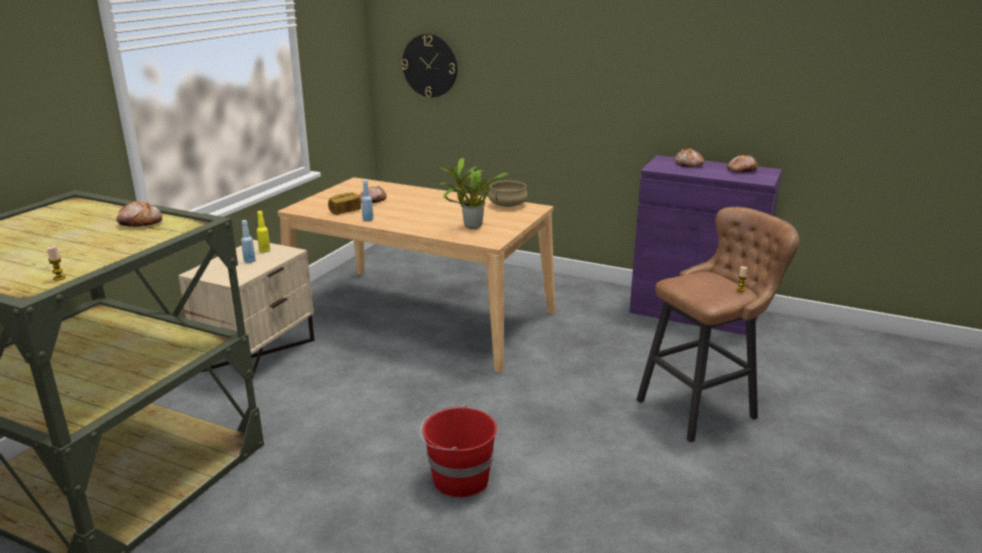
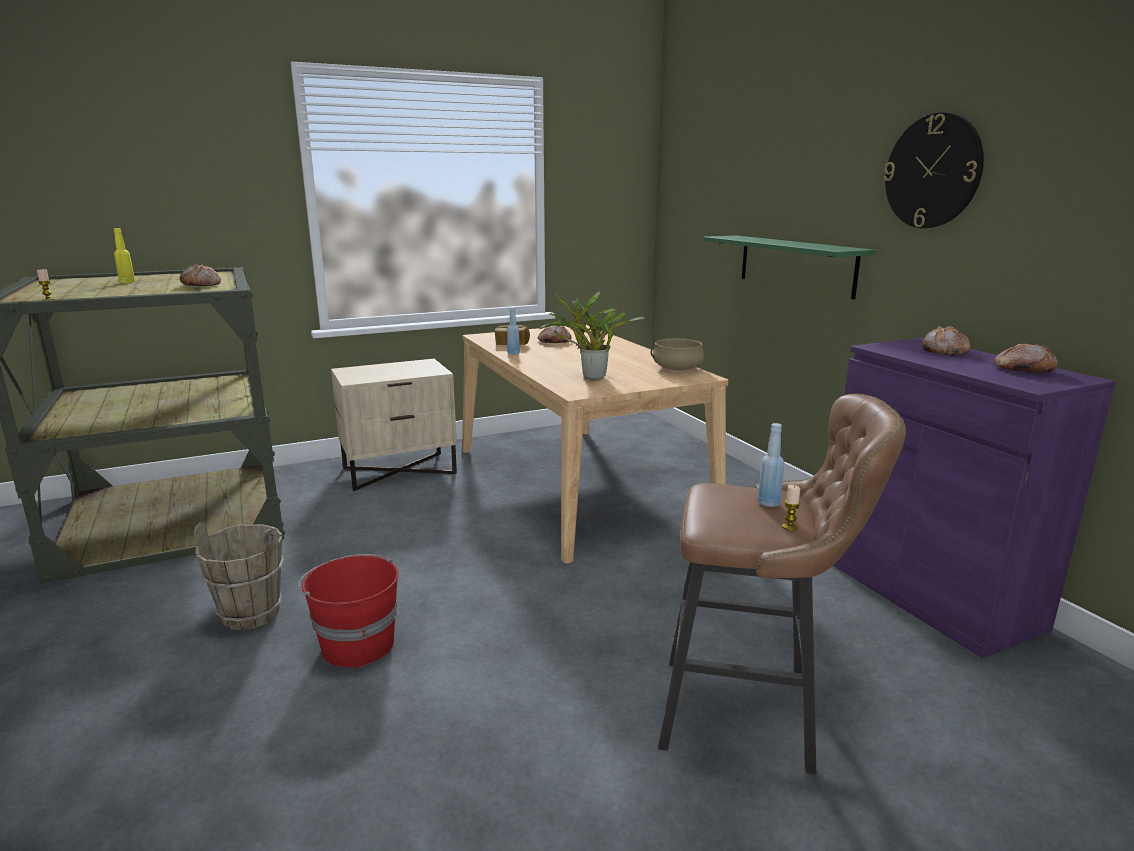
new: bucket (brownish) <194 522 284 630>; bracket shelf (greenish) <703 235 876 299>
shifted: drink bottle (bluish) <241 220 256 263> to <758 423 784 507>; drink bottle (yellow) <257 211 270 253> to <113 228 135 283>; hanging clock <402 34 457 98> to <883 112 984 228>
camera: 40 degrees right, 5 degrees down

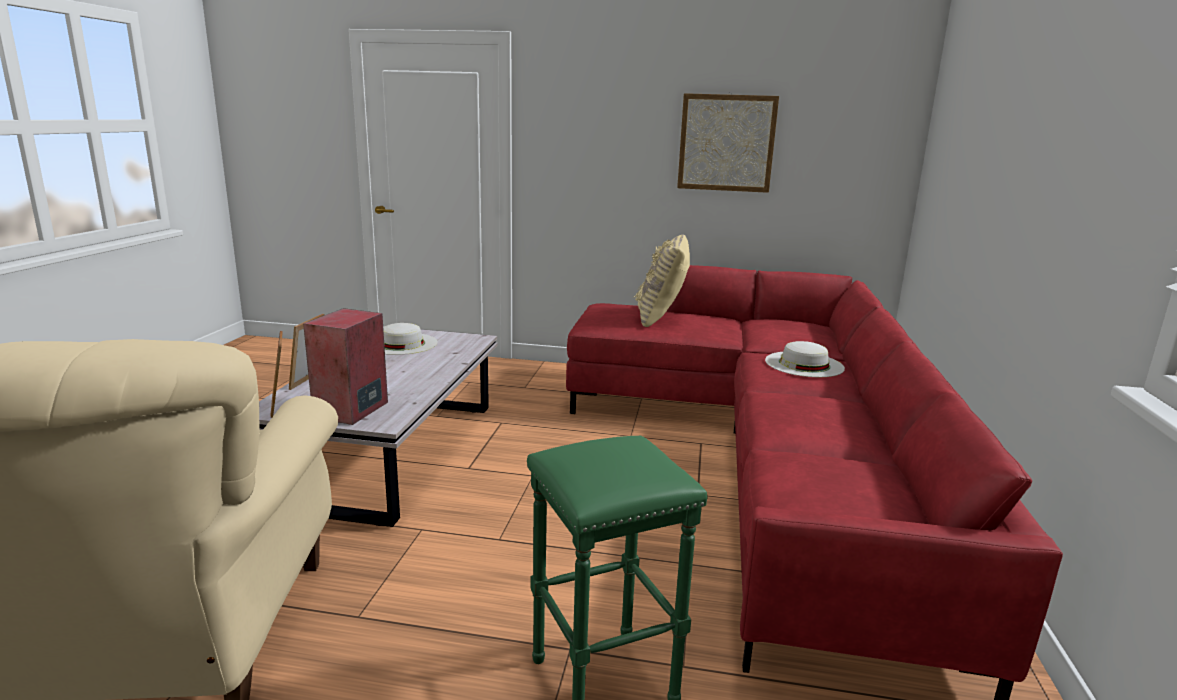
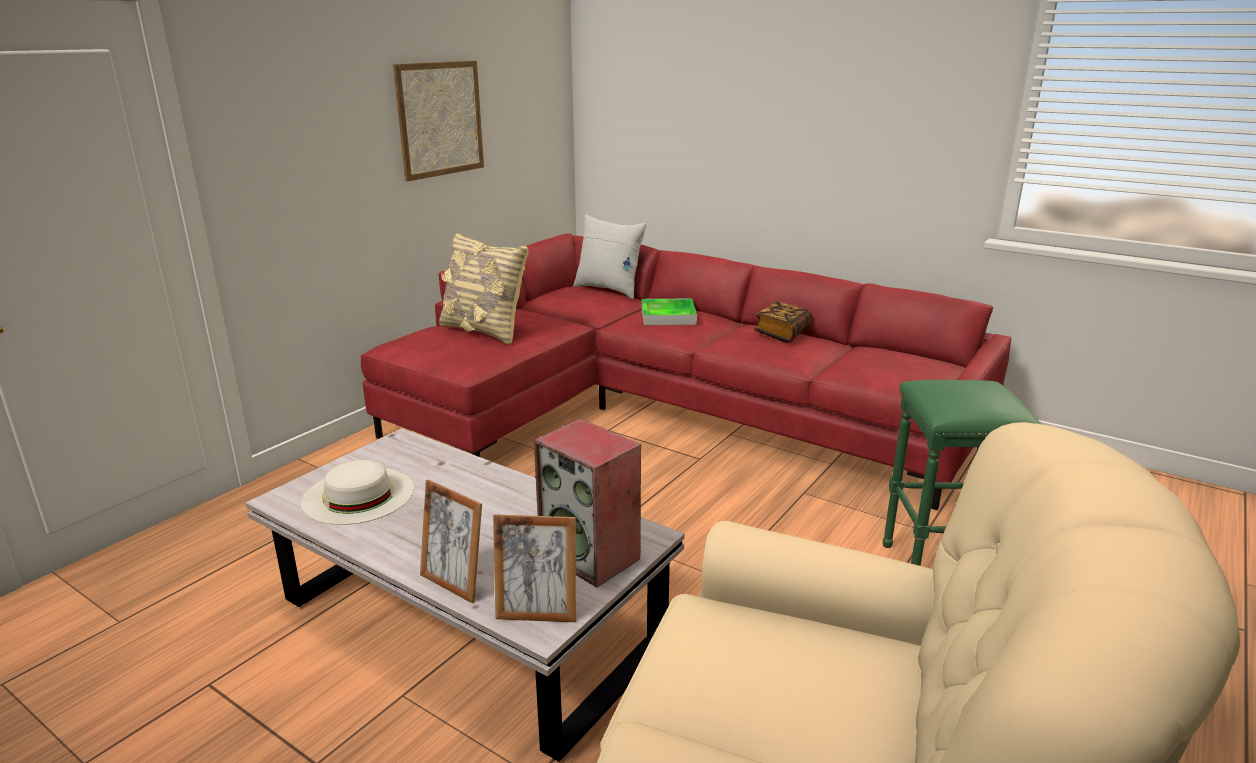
new: pillow (greyish) <573 215 646 299>; bound book <754 302 812 342>
swapped: wearable hat (white) <765 341 845 377> to carrying tray <642 299 697 325>
camera: 65 degrees left, 5 degrees up

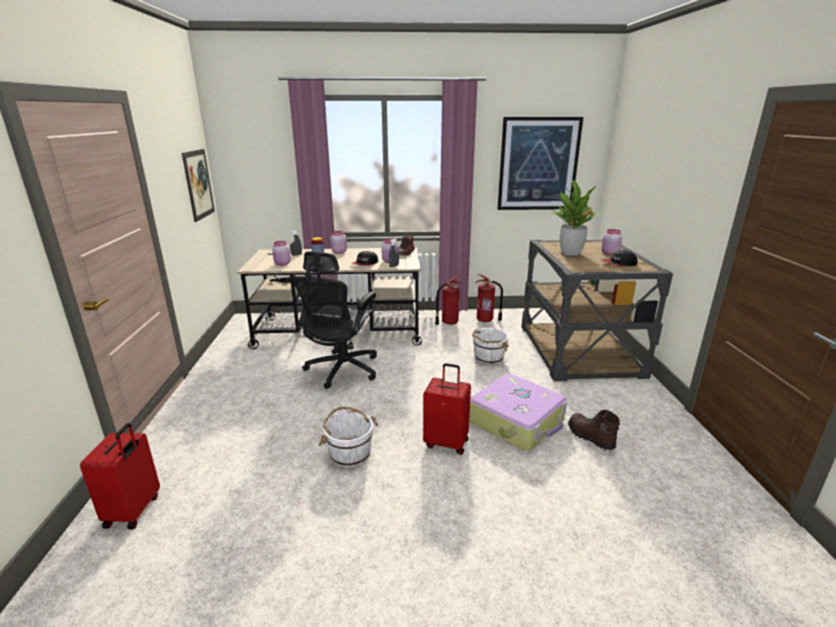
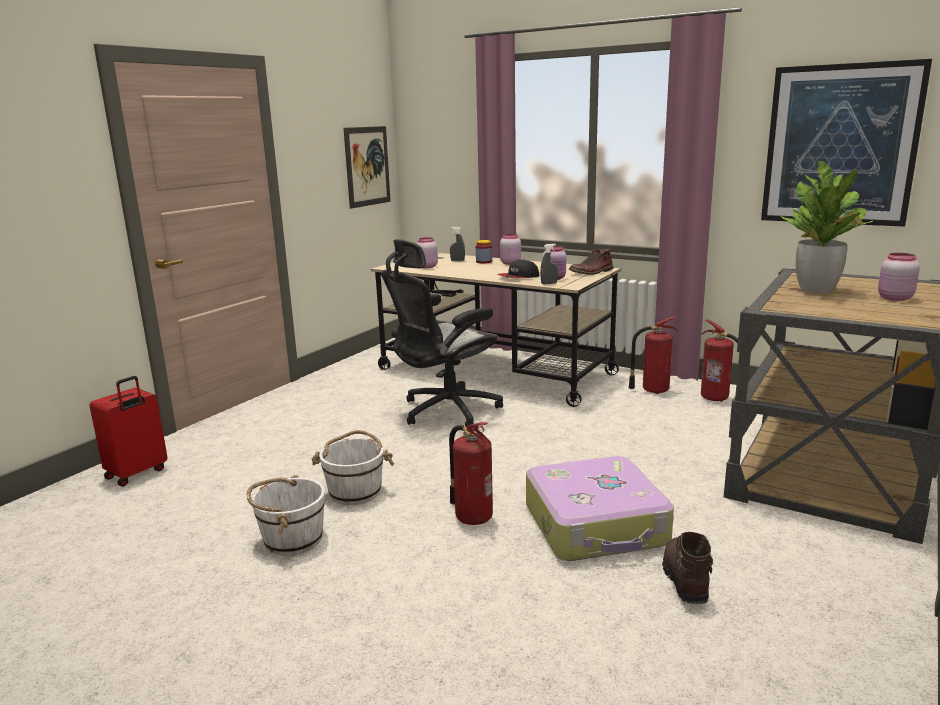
gone: peaked cap <601 250 637 266>
shifted: bucket (white) <472 328 509 365> to <247 475 325 556>
swapped: suitcase (reddish) <423 363 471 455> to fire extinguisher <449 422 493 525>
camera: 35 degrees right, 5 degrees down

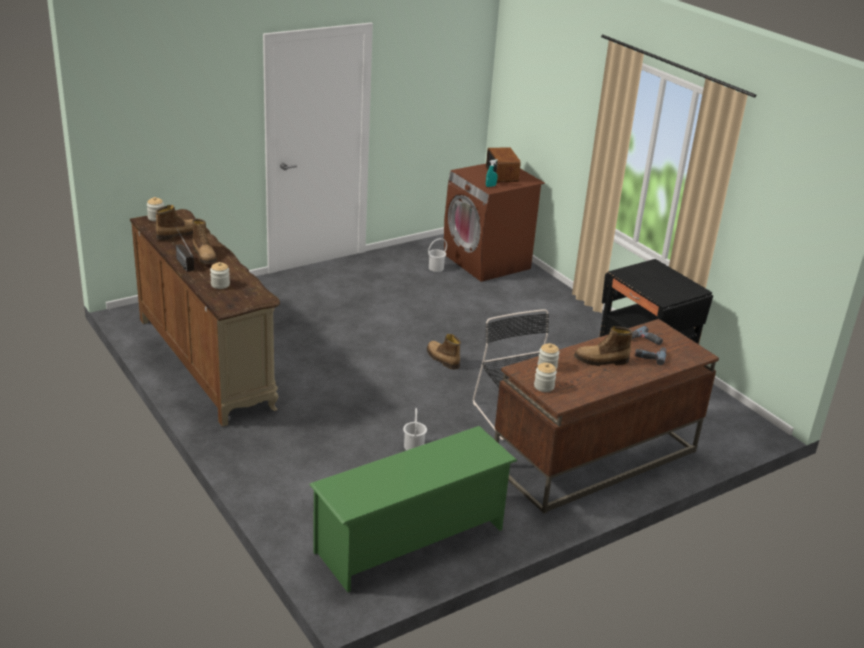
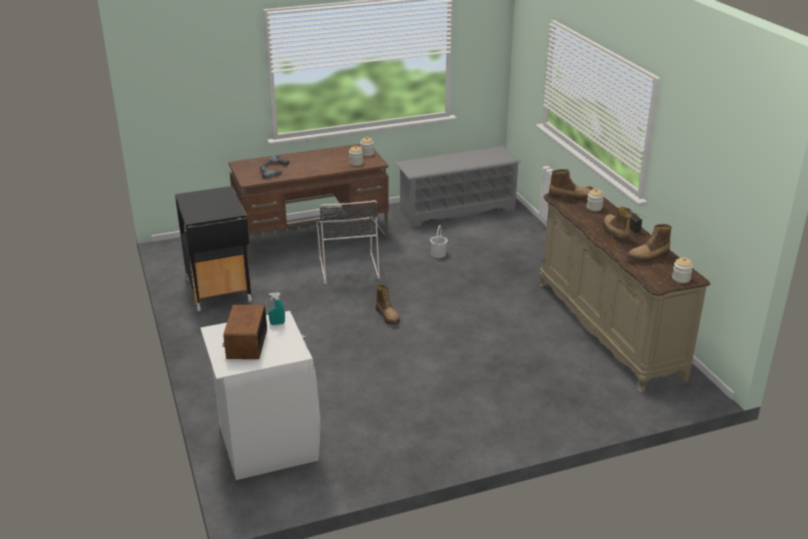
gone: bucket (white) <428 238 447 272>
shifted: high-top boot <574 326 633 366> to <548 169 591 201>
repainted: shoe stand (greenish) <309 426 517 592> to shoe stand (greyish) <395 146 521 227>; washing machine (brownish) <444 164 545 282> to washing machine (white) <200 311 320 480>
camera: 165 degrees left, 0 degrees up

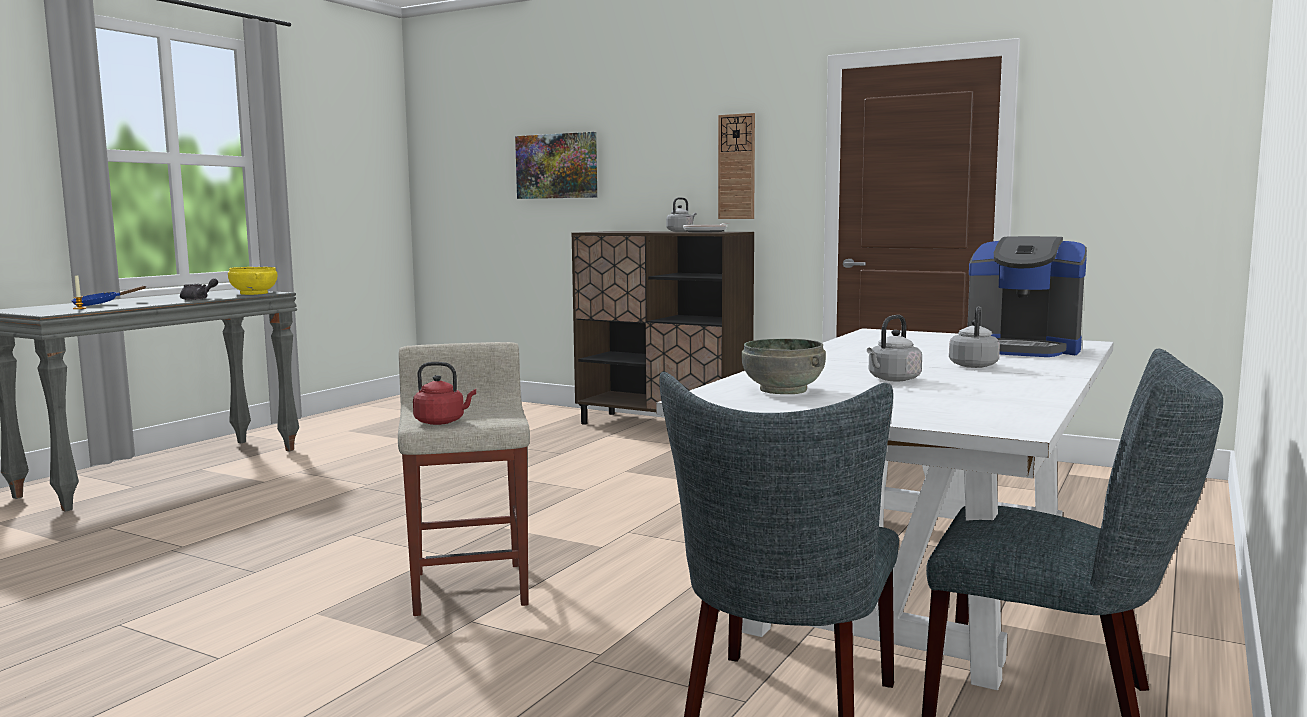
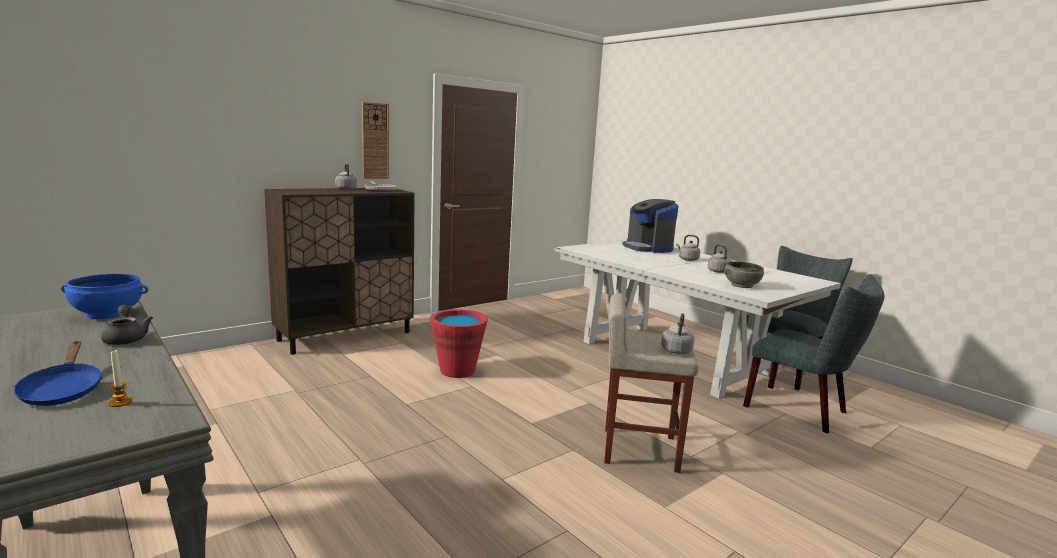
gone: picture <515 132 597 199>
new: bucket (reddish) <430 309 488 378>
repainted: bowl (yellow) <228 267 277 295> to bowl (bluish) <61 274 148 319>; water kettle (reddish) <413 362 476 425> to water kettle (greyish) <661 313 694 354>
rotated: coffee brewer <967 236 1087 357> = <622 199 679 253> 105 degrees clockwise
camera: 70 degrees left, 5 degrees up

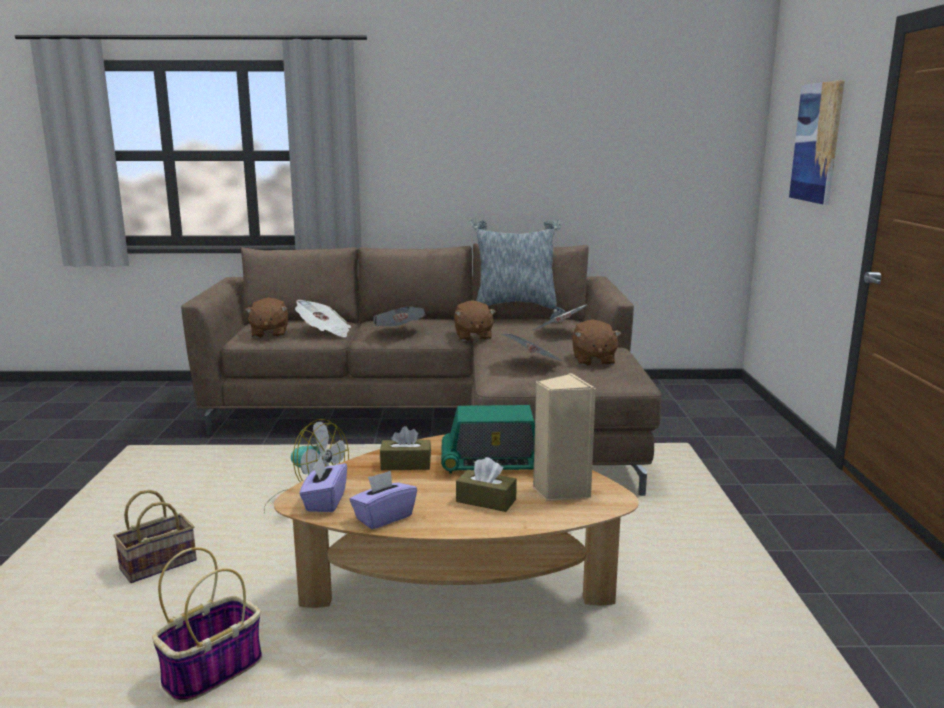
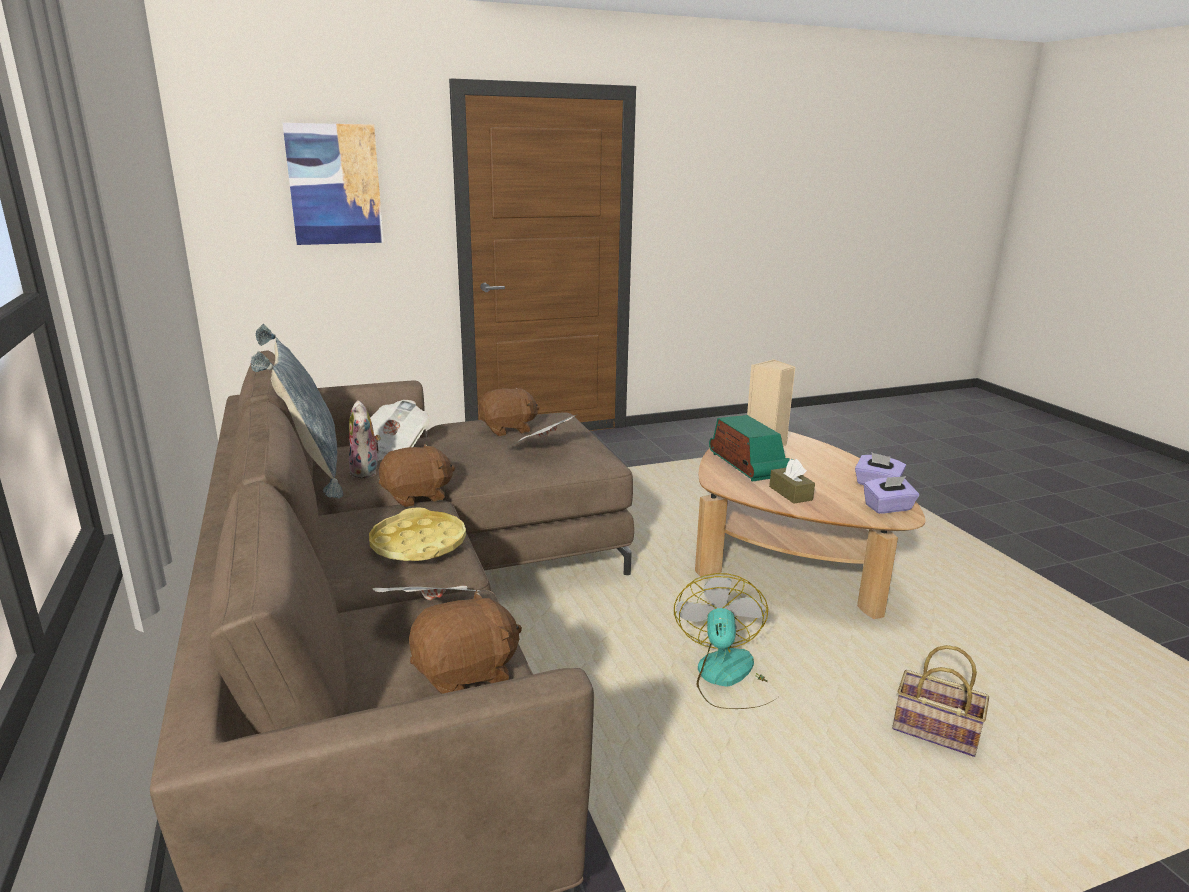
gone: storage basket <152 547 262 702>; box of tissues (brownish) <456 457 517 512>
new: cuddly toy <349 400 381 479>
swapped: daily paper <373 306 425 327> to carrying tray (yellow) <369 507 466 561>
camera: 110 degrees left, 5 degrees up

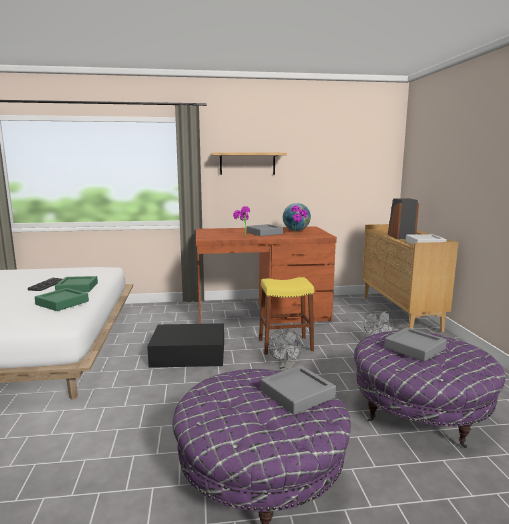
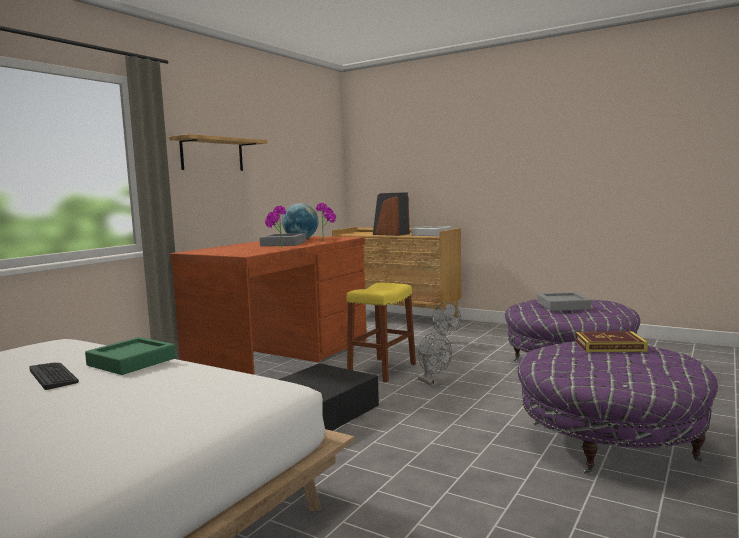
gone: carrying tray (greenish) <35 288 89 311>
swapped: carrying tray (greyish) <261 365 336 415> to bound book <575 331 648 352>
camera: 50 degrees left, 5 degrees down

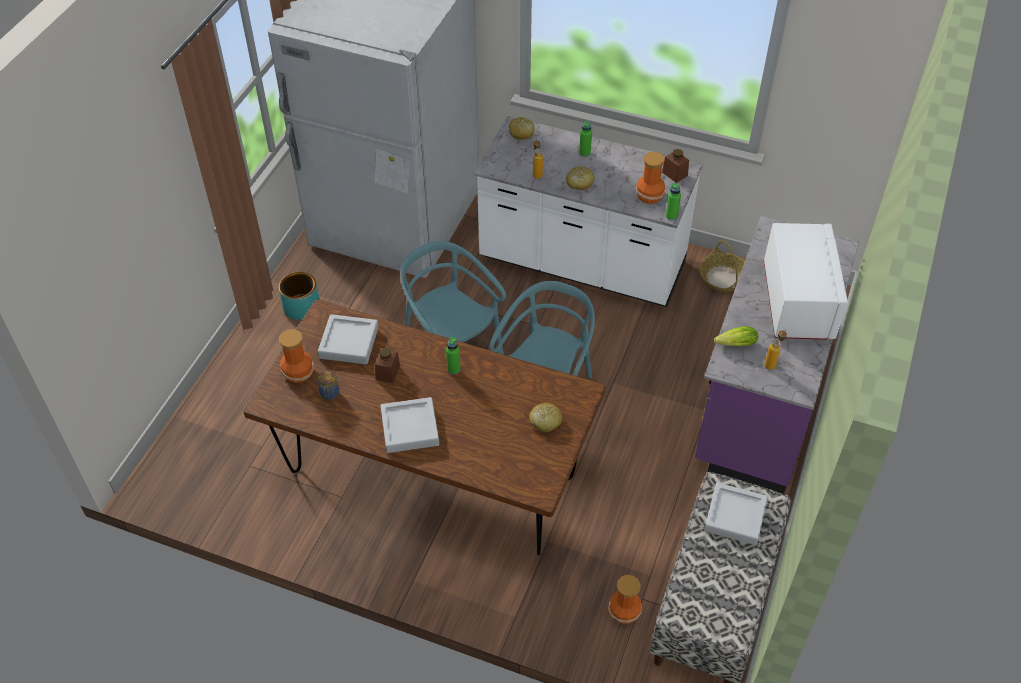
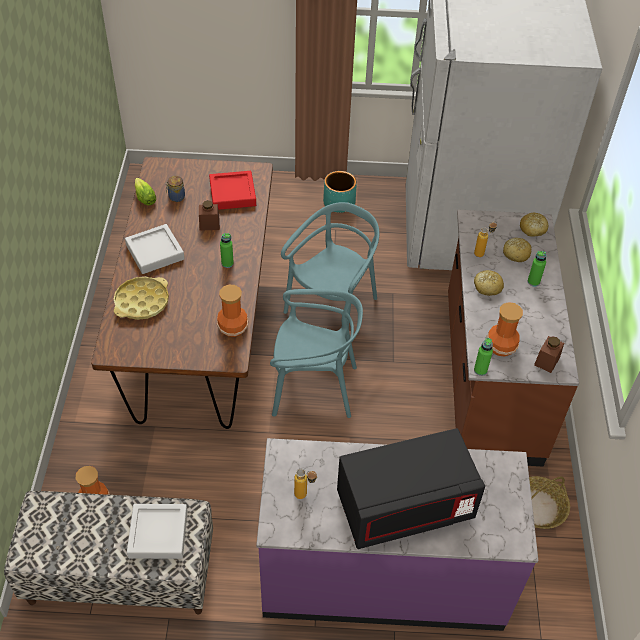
new: carrying tray (yellow) <114 277 169 320>
shifted: decorative vase <279 329 314 383> to <217 285 248 337>; bread <529 403 563 432> to <503 238 531 262>; lettuce <714 326 758 346> to <135 178 156 206>
repainted: carrying tray (greyish) <318 314 379 364> to carrying tray (reddish) <209 171 256 210>; kitchen base unit (white) <474 116 703 307> to kitchen base unit (brownish) <448 209 579 467>; kitchen microwave (white) <764 223 848 340> to kitchen microwave (black) <337 428 485 549>
camera: 70 degrees right, 0 degrees up

